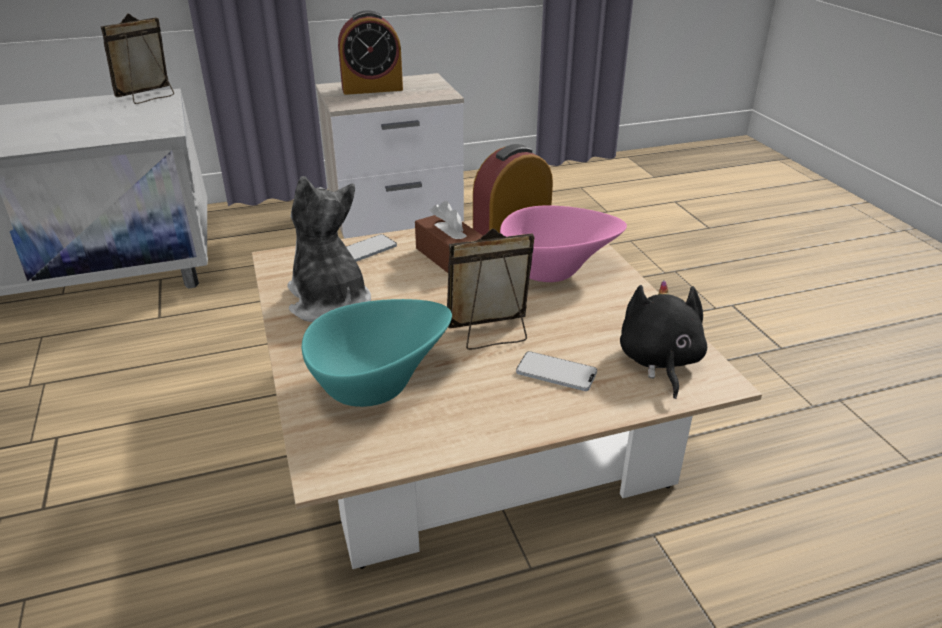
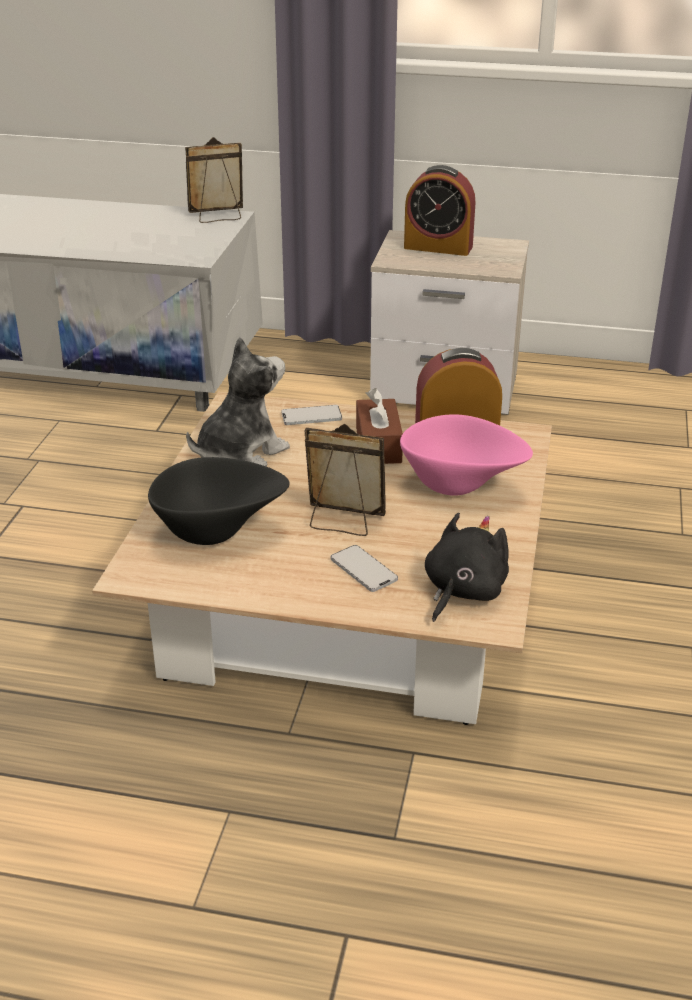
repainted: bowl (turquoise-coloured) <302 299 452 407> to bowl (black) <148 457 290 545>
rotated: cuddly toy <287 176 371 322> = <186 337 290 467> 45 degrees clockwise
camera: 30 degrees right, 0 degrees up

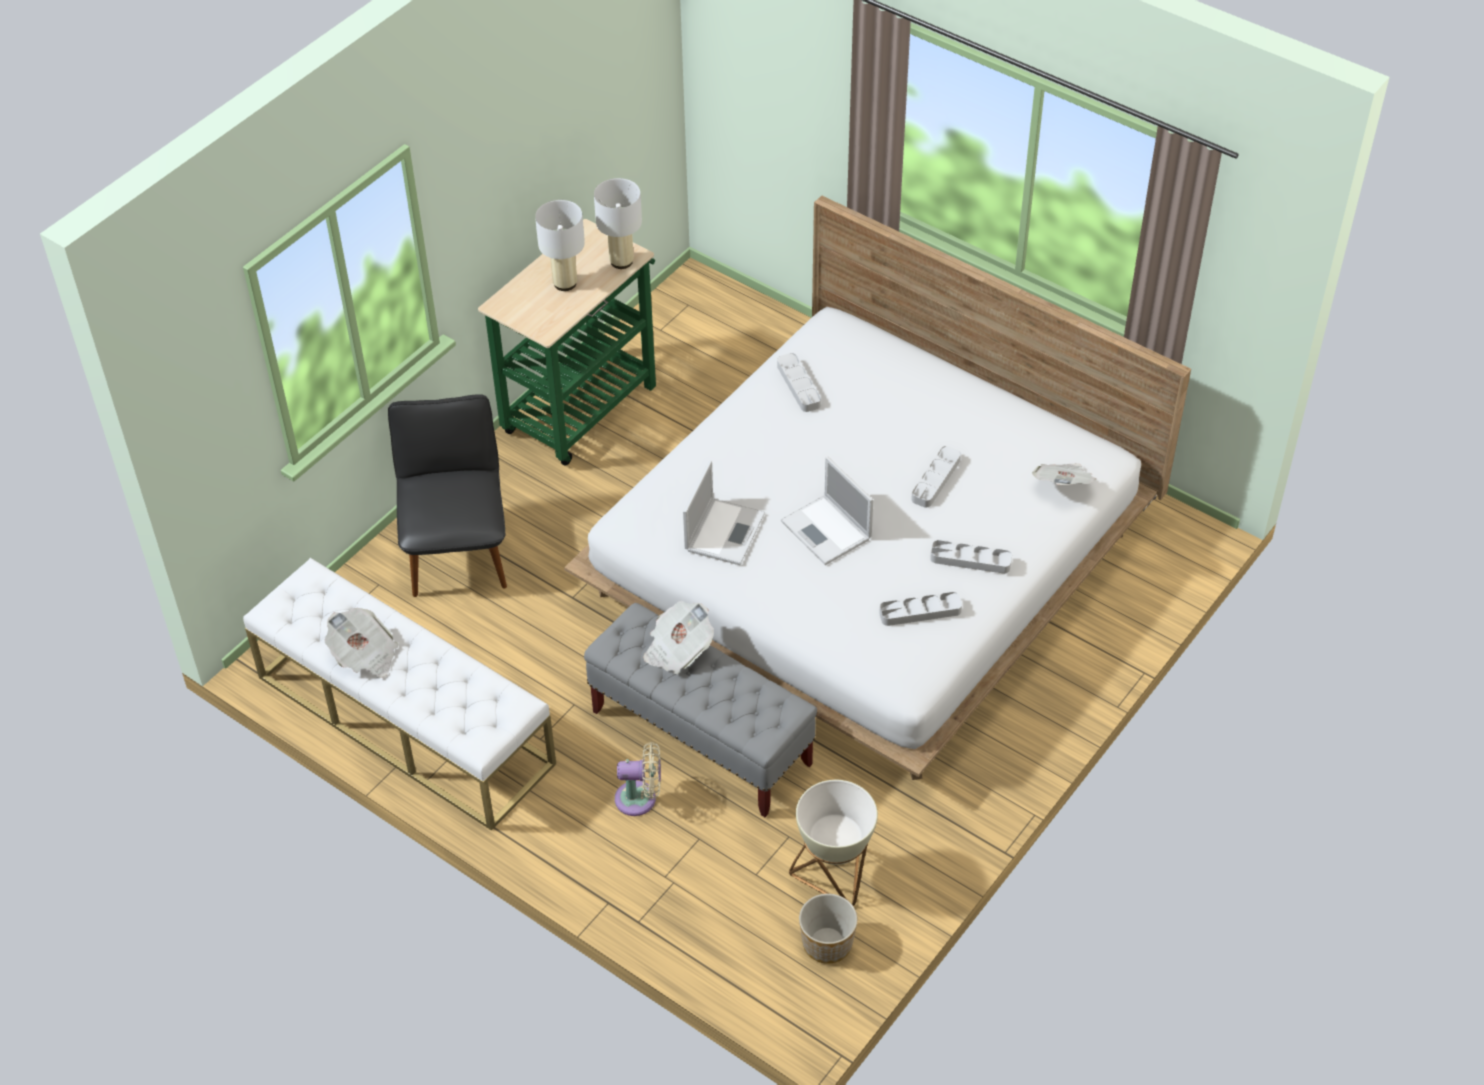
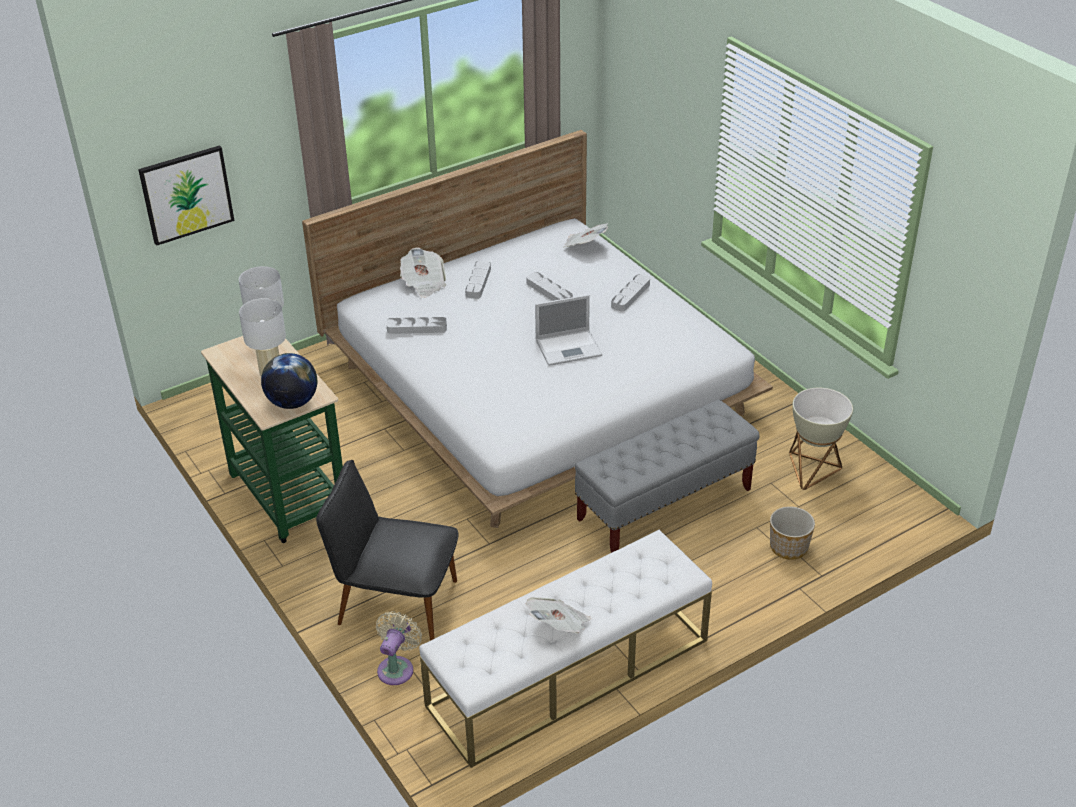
gone: laptop <683 460 765 565>
new: picture <138 145 234 246>; world globe <261 353 317 409>
shifted: electric fan (beige) <615 742 661 816> to <376 611 422 685>; daily paper <643 601 714 674> to <400 247 446 298>; flower pot <799 893 858 964> to <770 506 815 560>; carrying tray (greyish) <879 592 962 626> to <465 260 491 299>
camera: 70 degrees left, 10 degrees down

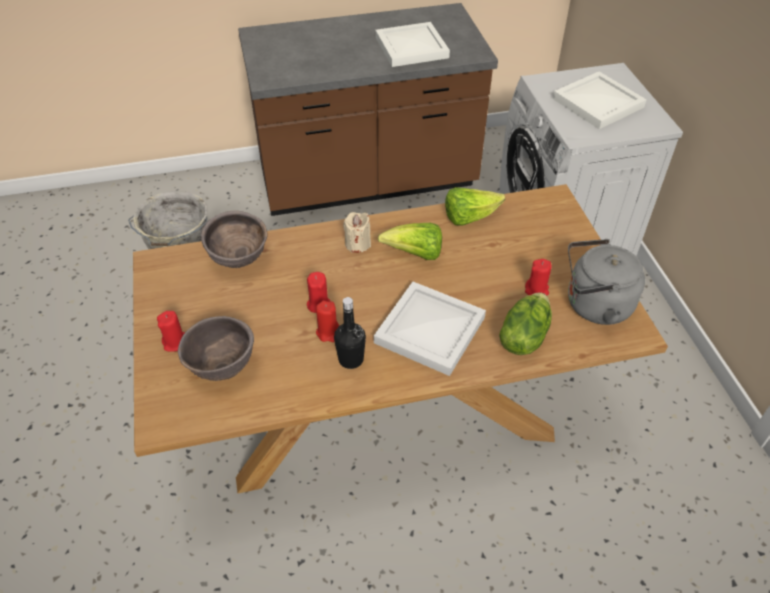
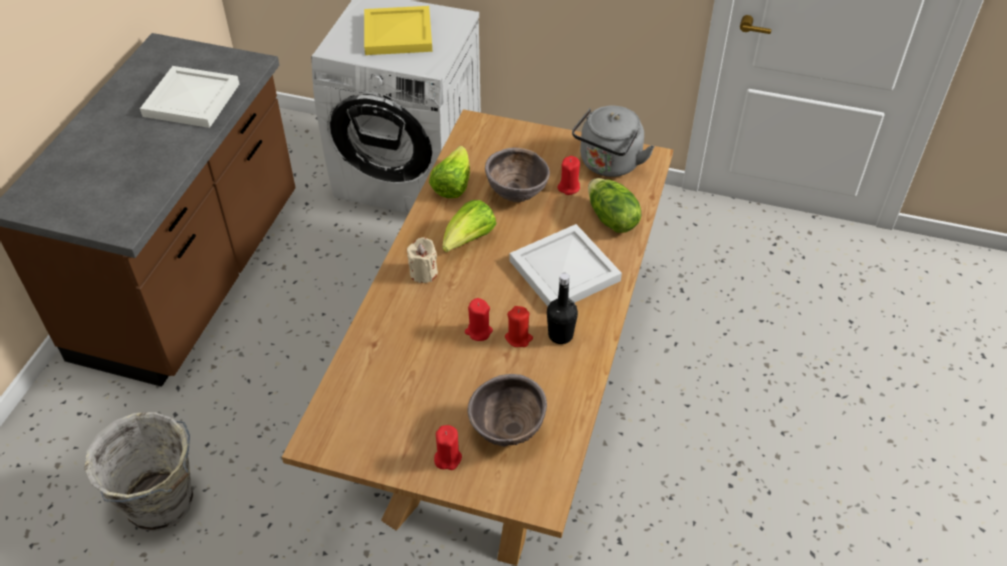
shifted: bowl (brownish) <201 211 267 268> to <485 148 550 202>
repainted: carrying tray (white) <553 72 647 129> to carrying tray (yellow) <364 6 433 55>
camera: 60 degrees left, 0 degrees up

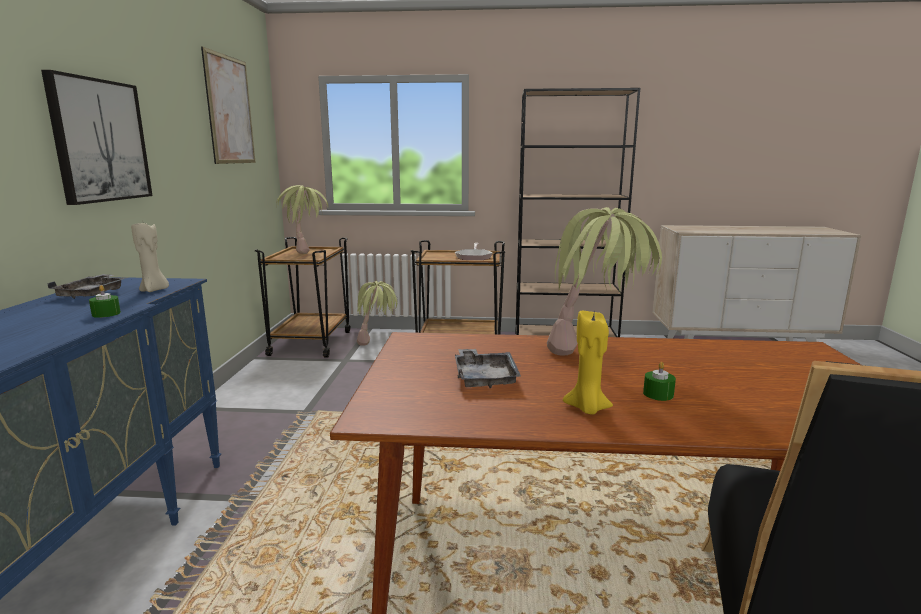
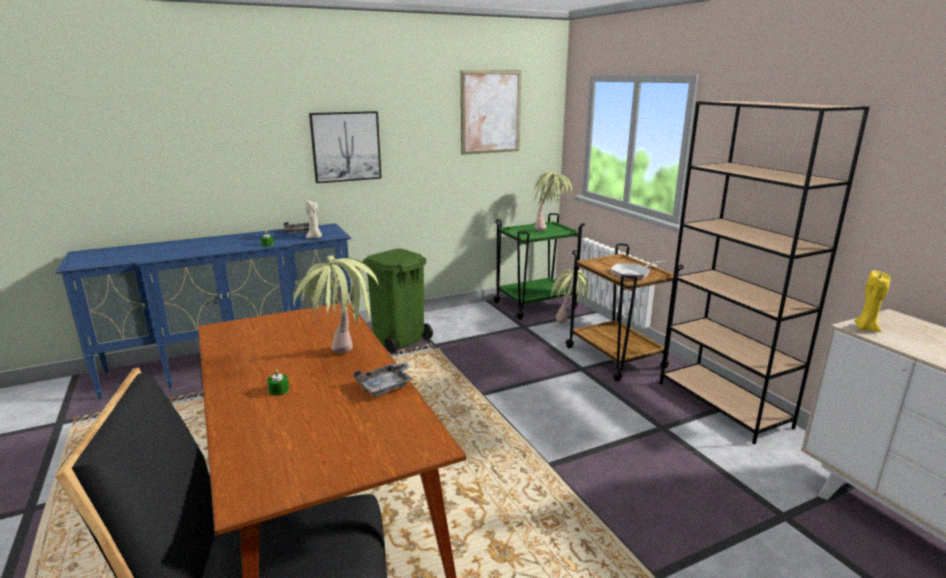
new: waste bin (greenish) <363 249 433 353>
shifted: carrying tray (greyish) <455 349 521 388> to <354 362 413 397>; wax candle (yellow) <563 311 613 415> to <854 270 891 332>
repainted: cart (brownish) <255 237 351 358> to cart (greenish) <492 213 585 320>
camera: 60 degrees right, 5 degrees up

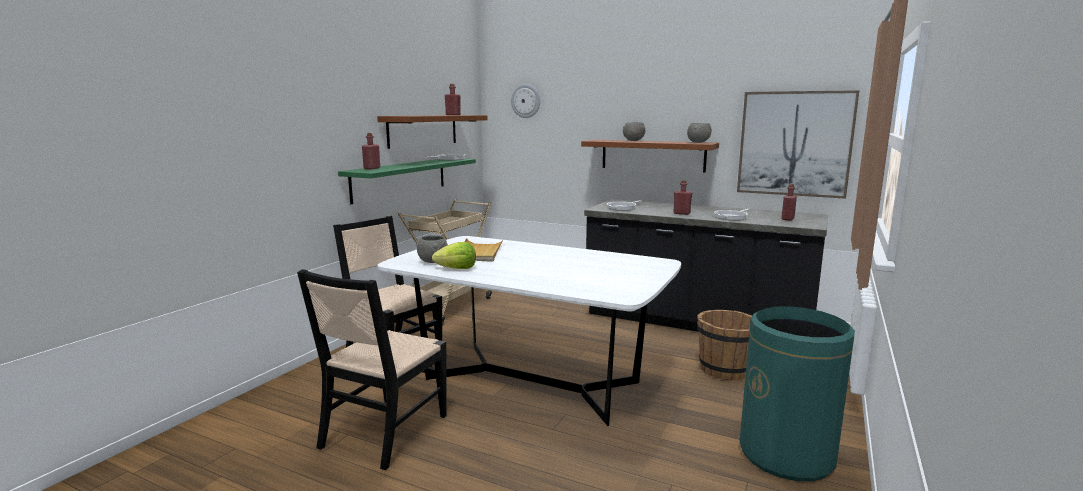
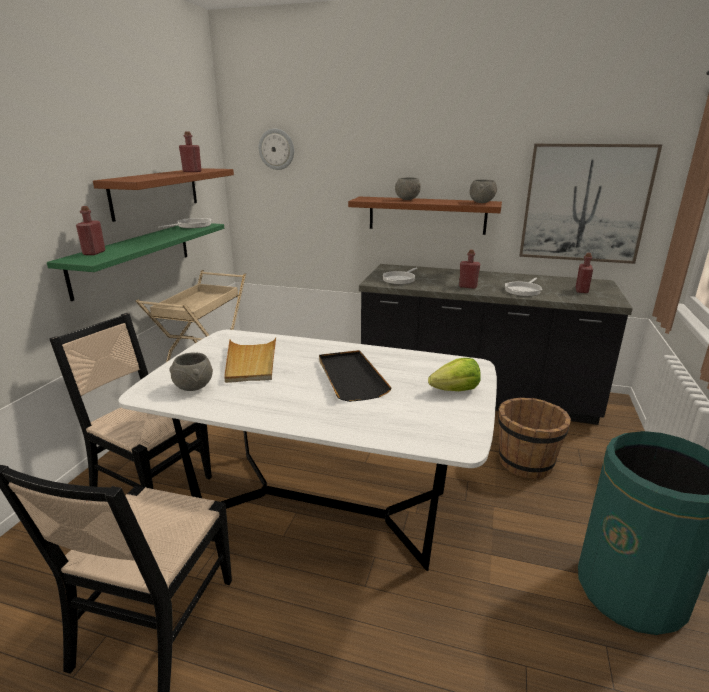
new: carrying tray (black) <319 350 392 402>
shifted: lettuce <432 242 476 269> to <428 358 481 391>
camera: 10 degrees left, 10 degrees up

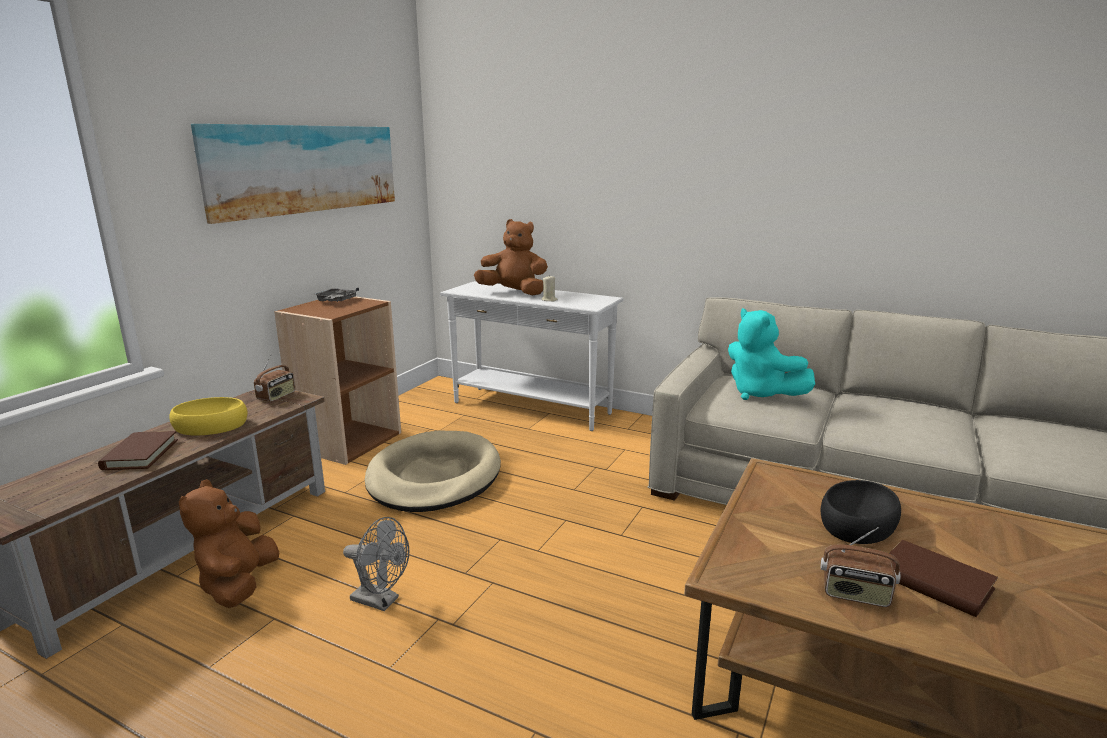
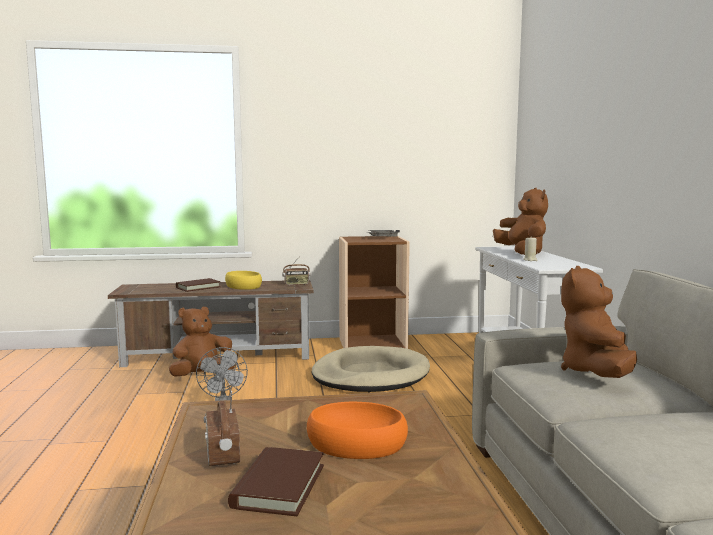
gone: picture <191 124 395 224>
repainted: cuddly toy (turquoise-coloured) <728 308 815 400> to cuddly toy (brownish) <561 266 637 378>; bowl (black) <821 480 901 544> to bowl (orangey) <307 402 408 459>
camera: 55 degrees right, 10 degrees down

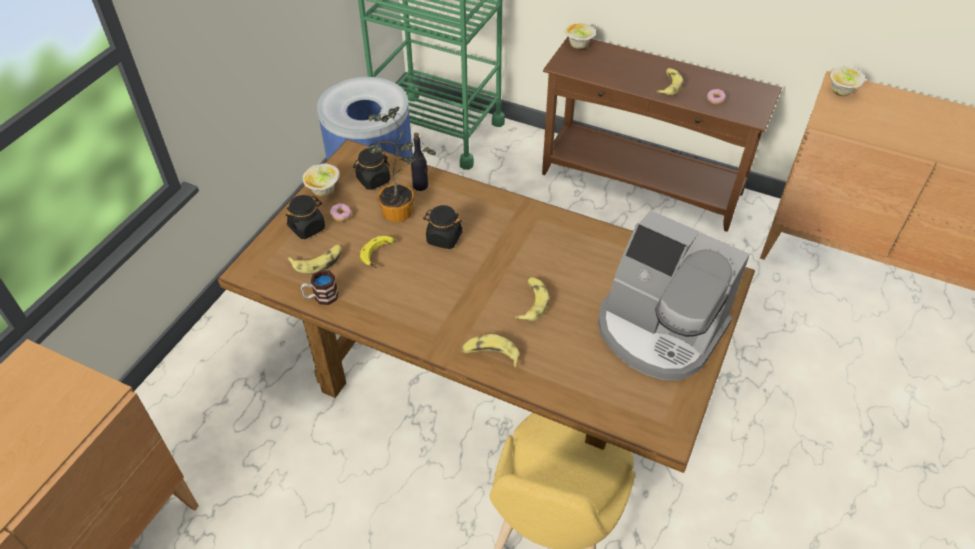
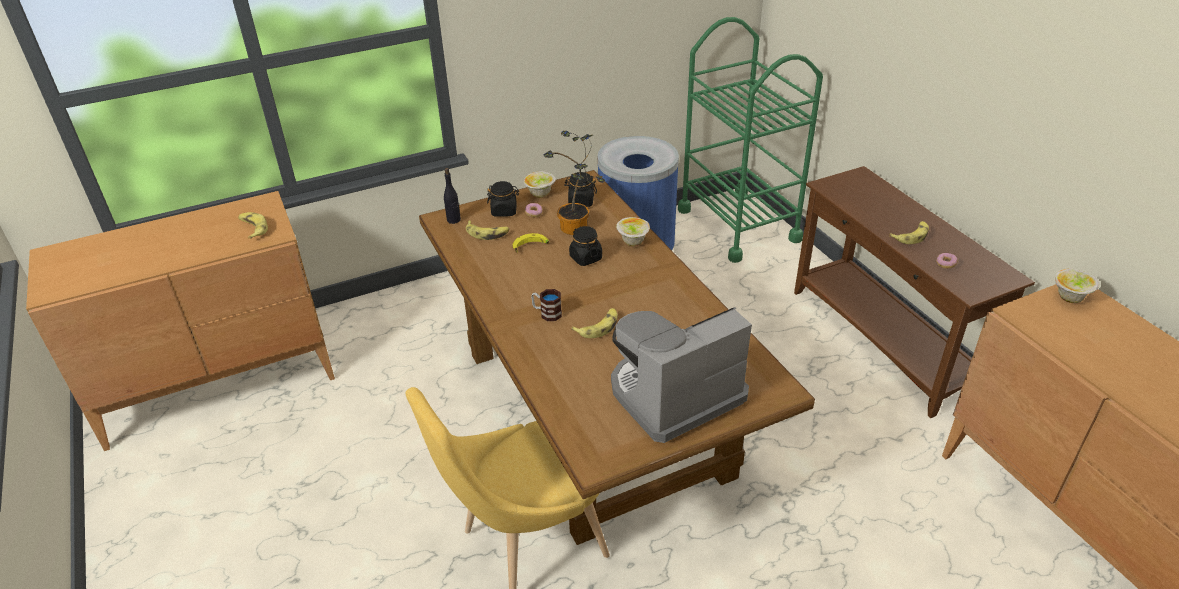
shifted: tea mug <301 270 339 305> to <531 289 562 321>; drink bottle (black) <411 133 428 191> to <444 168 461 224>; banana fruit <462 334 519 368> to <238 212 268 239>; bowl <564 23 596 49> to <616 217 650 246>
rotated: coffee brewer <598 210 750 380> = <611 307 752 443> 75 degrees clockwise
camera: 40 degrees right, 10 degrees down

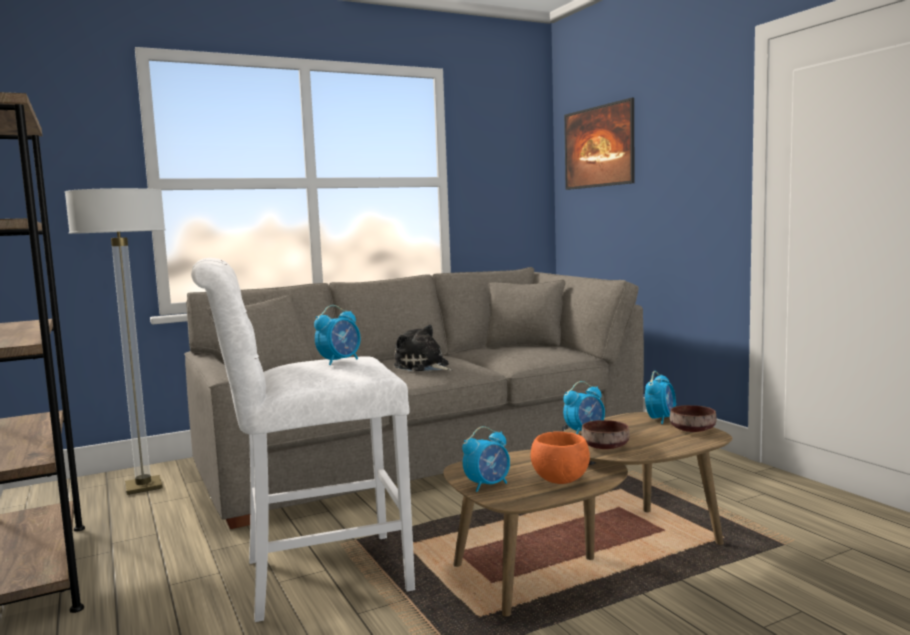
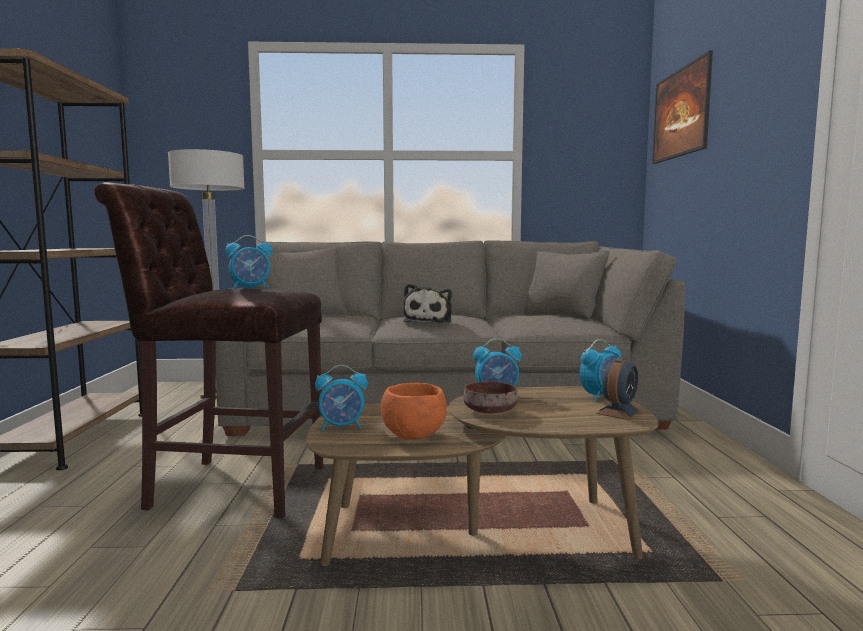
swapped: bowl (brownish) <670 405 717 432> to table clock <596 357 641 420>
repainted: stool (white) <191 258 415 622> to stool (brownish) <94 182 323 518>
rotated: cuddly toy <394 325 453 371> = <403 284 452 323> 150 degrees counterclockwise
camera: 25 degrees right, 0 degrees up

